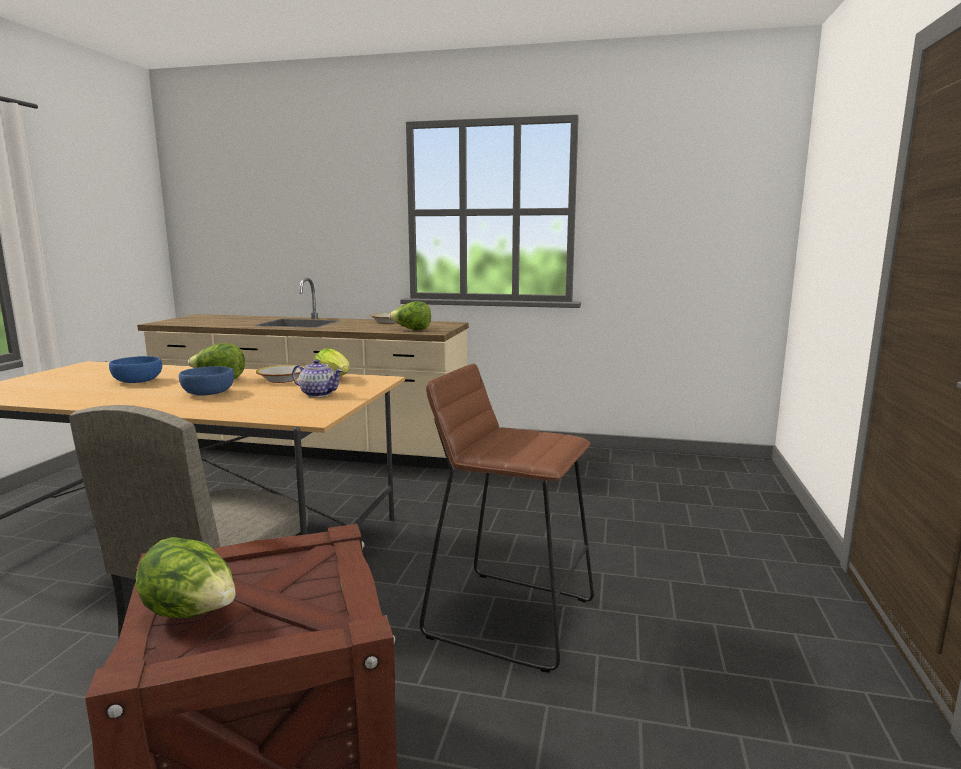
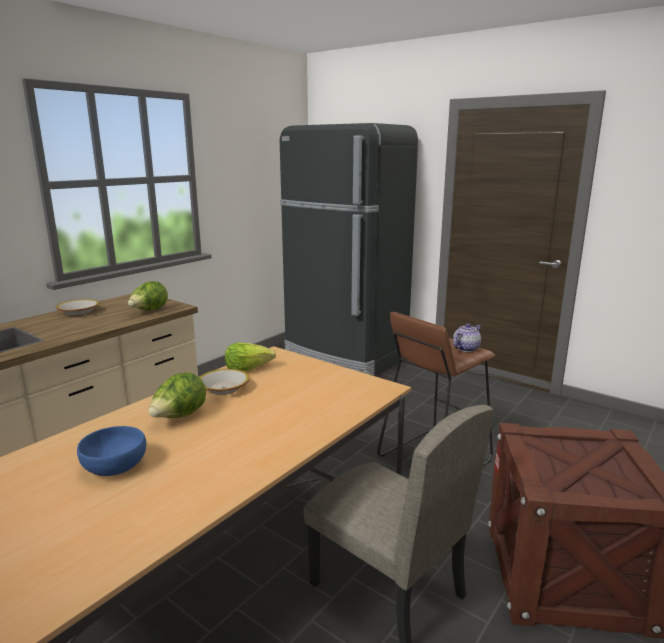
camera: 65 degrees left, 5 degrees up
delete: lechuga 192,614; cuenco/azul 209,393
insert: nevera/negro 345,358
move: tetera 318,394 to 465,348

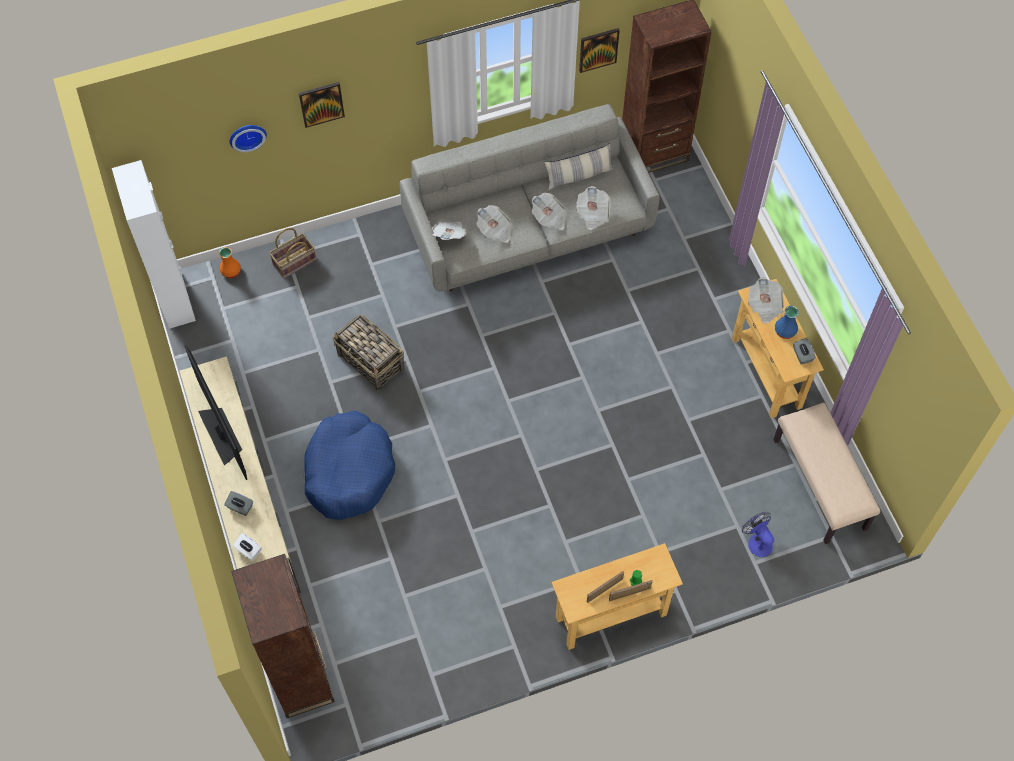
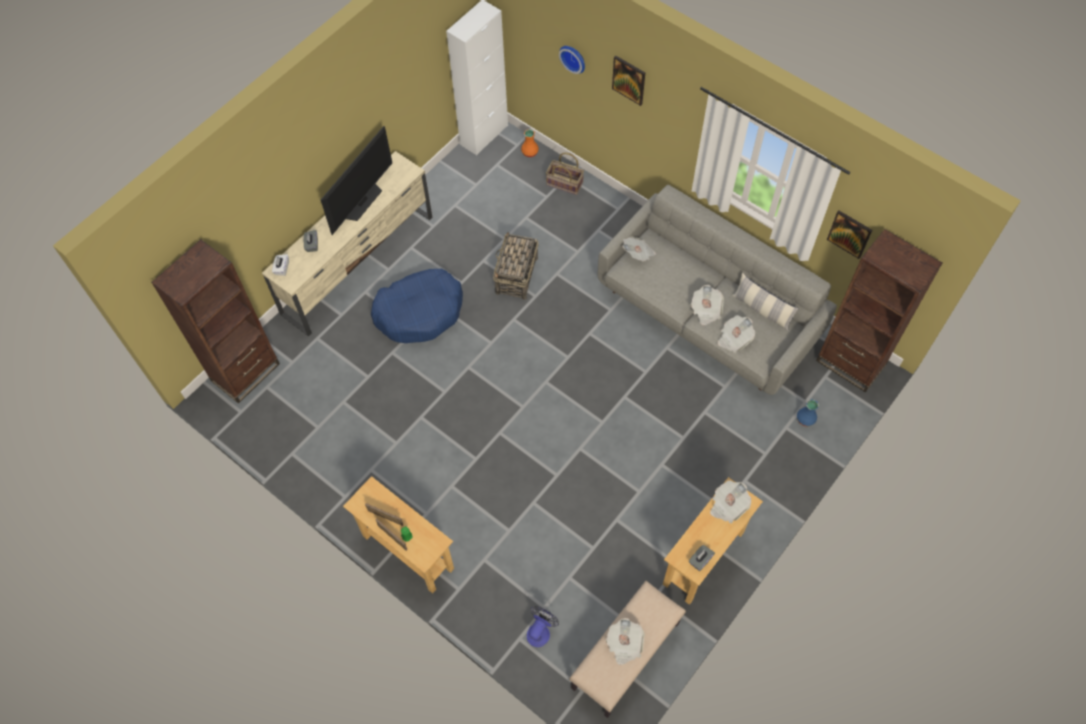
camera: 60 degrees right, 0 degrees up
move: periódico 495,230 to 624,645; florero/azul 785,331 to 805,419

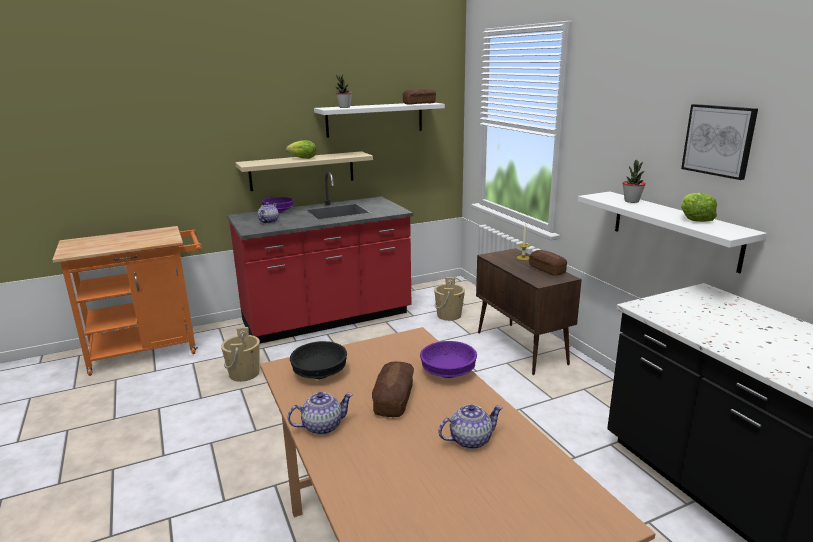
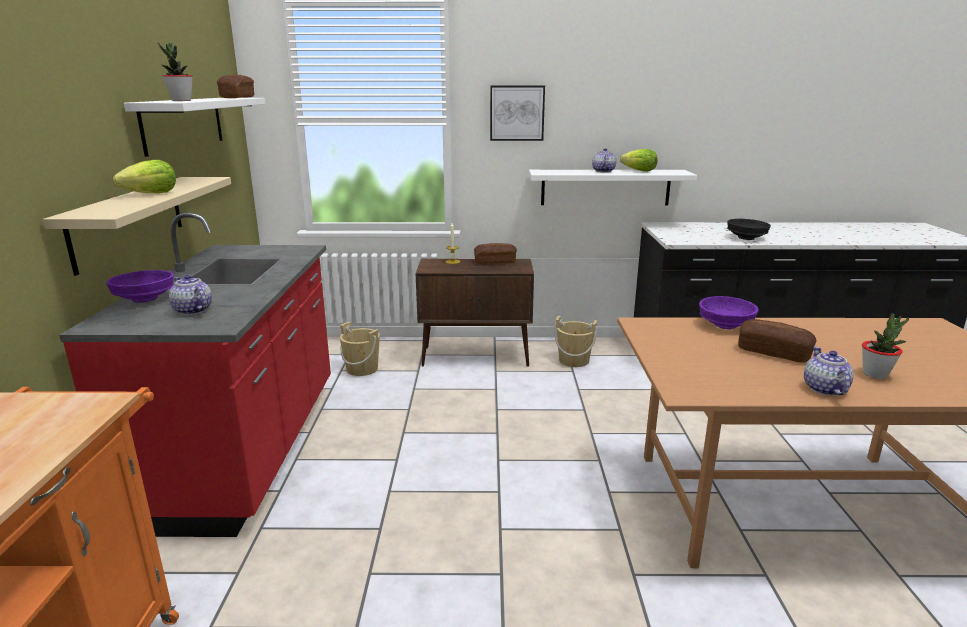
camera: 65 degrees left, 0 degrees up
move: cuadro 719,140 to 517,113; cubo/beis 244,374 to 574,360; tetera 469,440 to 603,171; cuenco/negro 319,373 to 746,238; planta en maceta 631,201 to 875,374

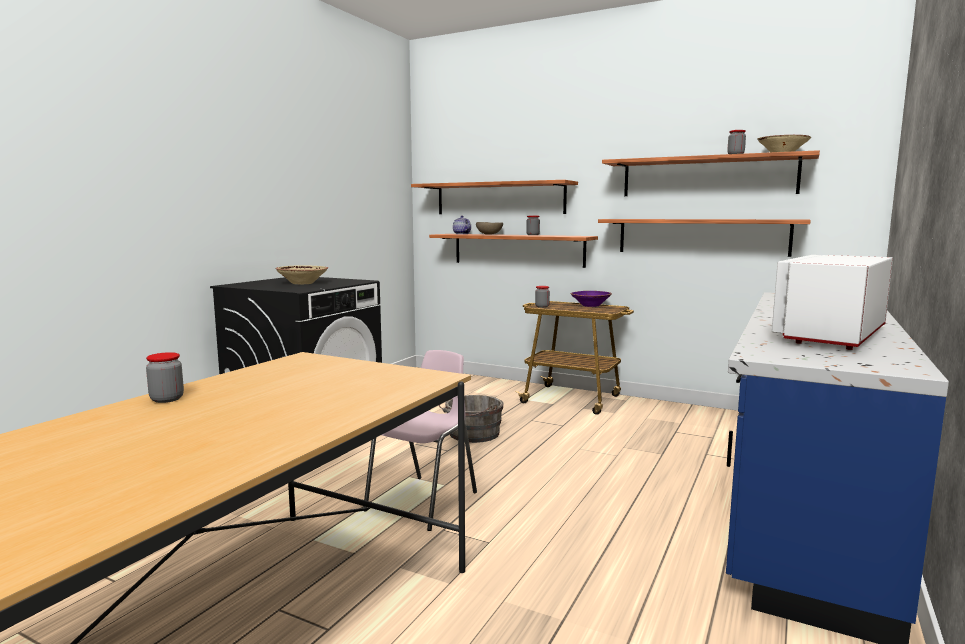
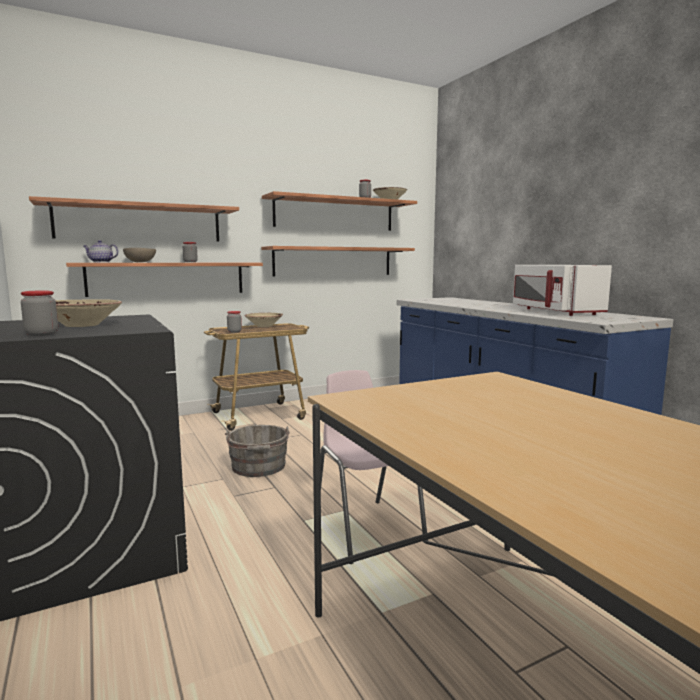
camera: 55 degrees left, 0 degrees up
move: tarro 167,399 to 41,334
recolor: cuenco/morado 590,305 to cuenco/beis 264,326

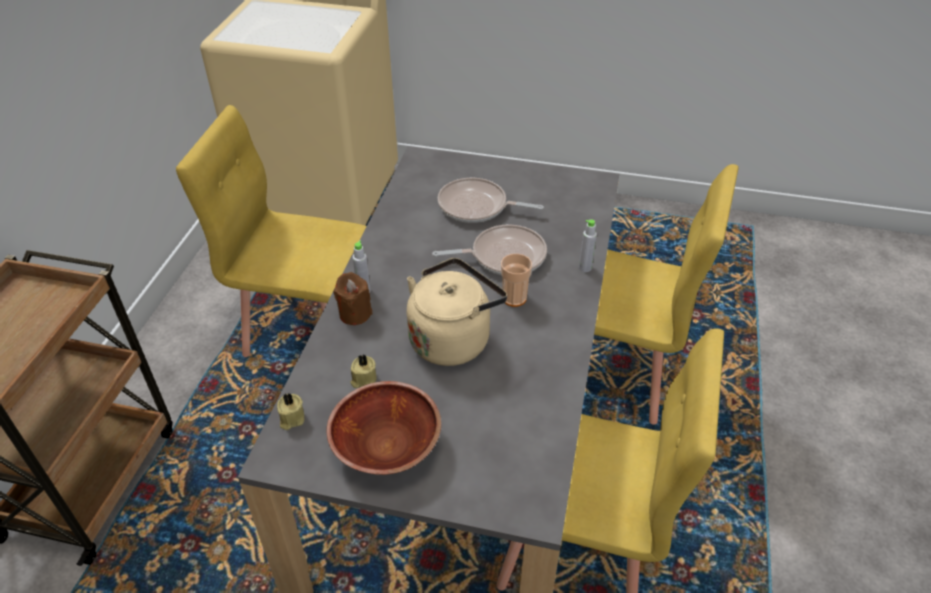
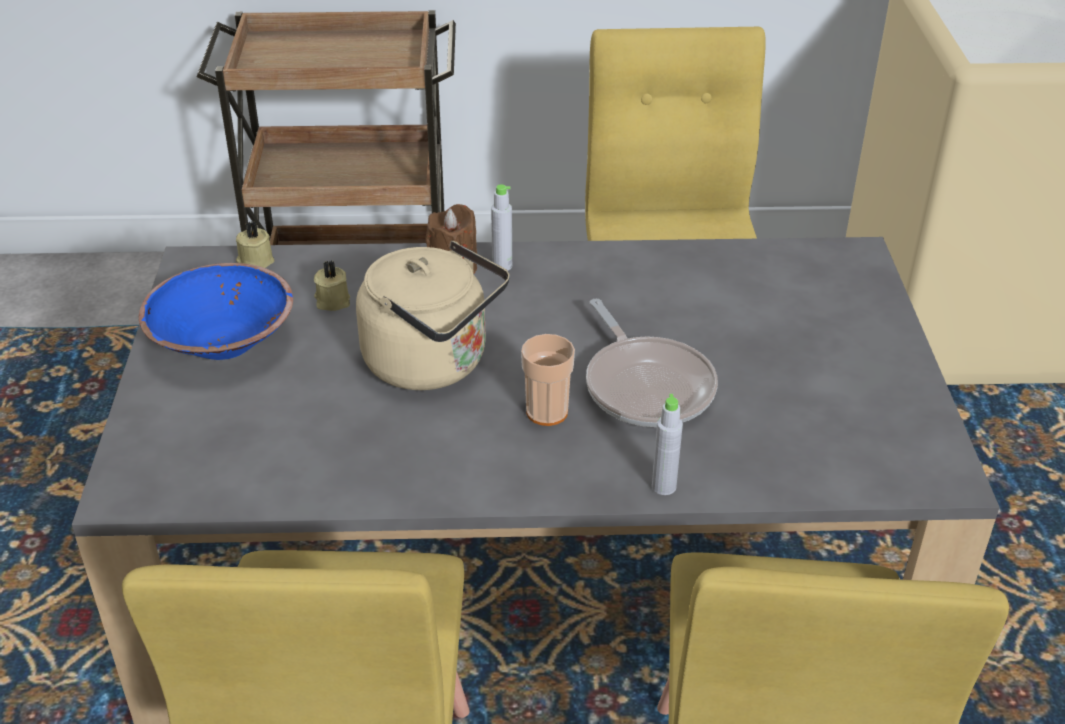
camera: 75 degrees right, 5 degrees down
delete: sartén 476,207
recolor: cuenco/marrón 387,445 to cuenco/azul 223,342

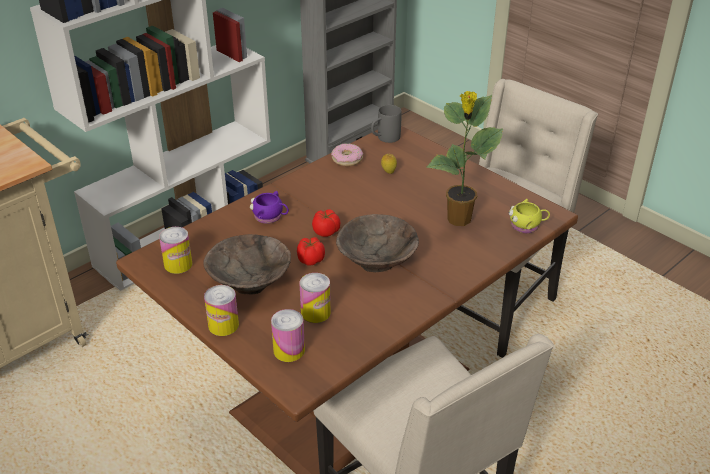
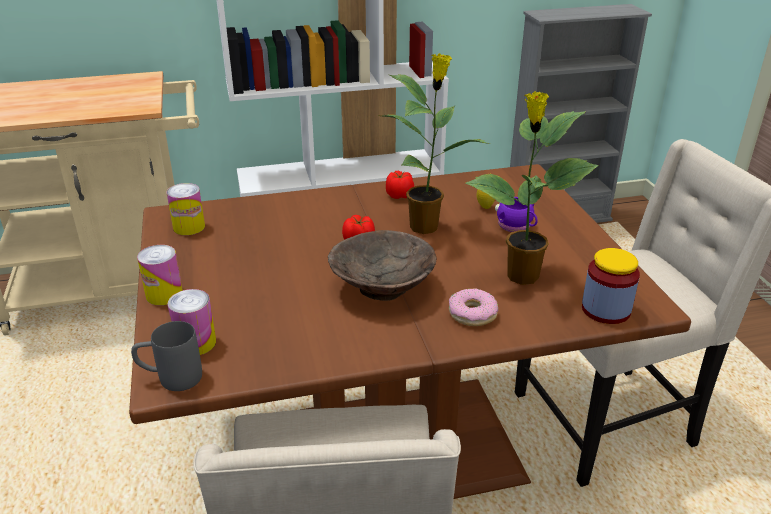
camera: 30 degrees right, 5 degrees down
delete: cuenco/marrón 251,282; lata 315,312
insert: planta en maceta 426,226
move: taza grande/gris 384,138 to 170,378; tomate 310,259 to 399,195; rosquilla 347,159 to 472,314; taza grande/morado 270,217 to 516,226
replace: taza grande/amarillo 527,226 to tarro 605,310

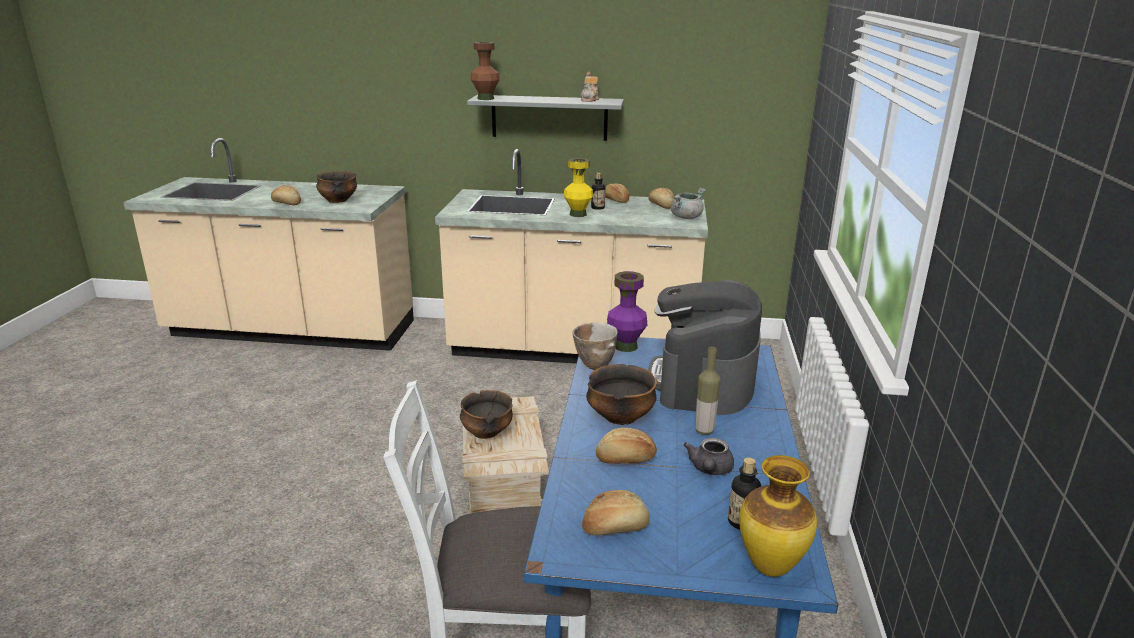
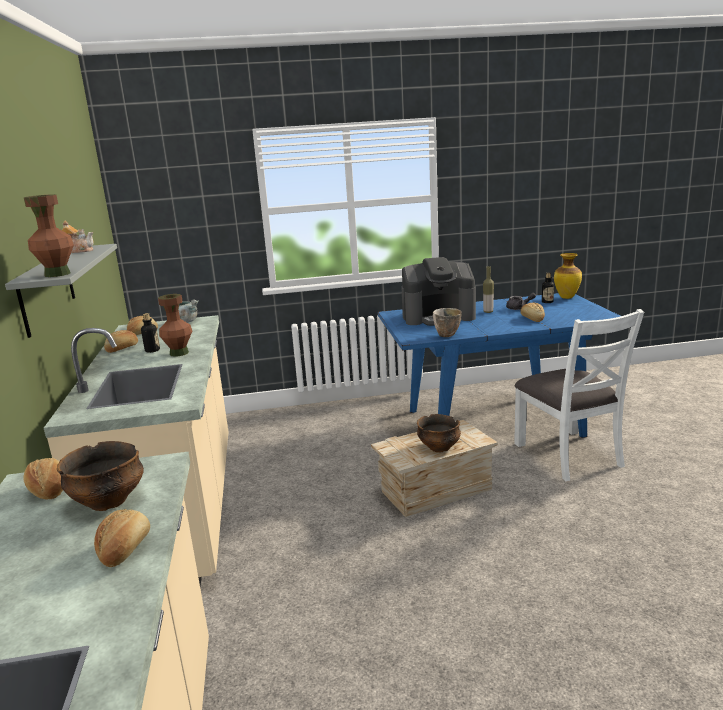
camera: 105 degrees left, 5 degrees down
delete: cuenco 620,417; florero/morado 625,346
move: pan 615,527 to 48,490
recolor: florero/amarillo 578,214 to florero/marrón 179,353

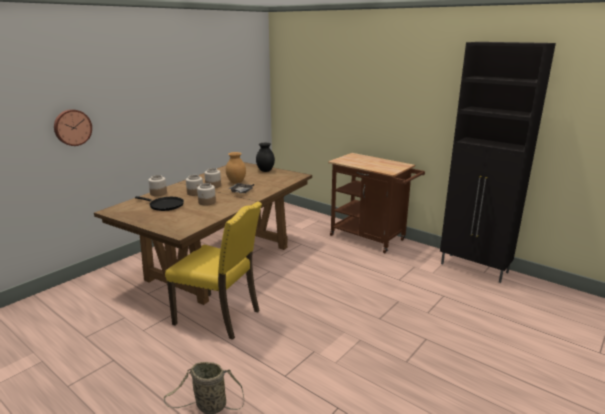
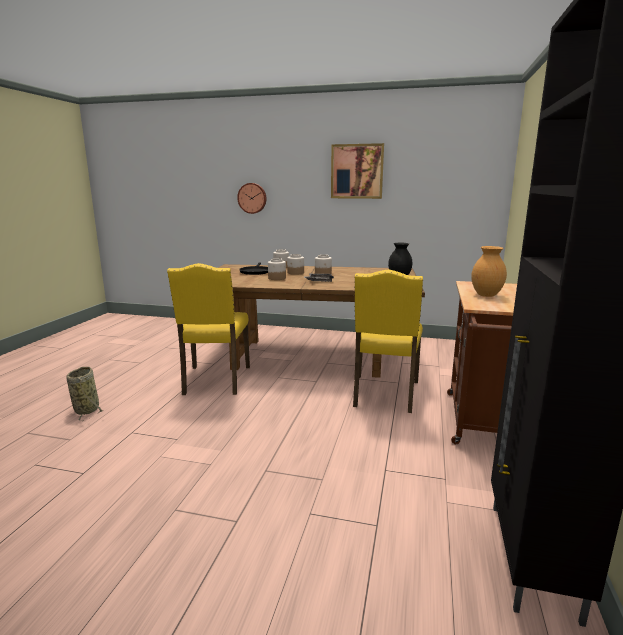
camera: 65 degrees right, 5 degrees down
insert: cuadro 357,171; silla/amarillo 384,394
move: florero/marrón 236,182 to 486,295

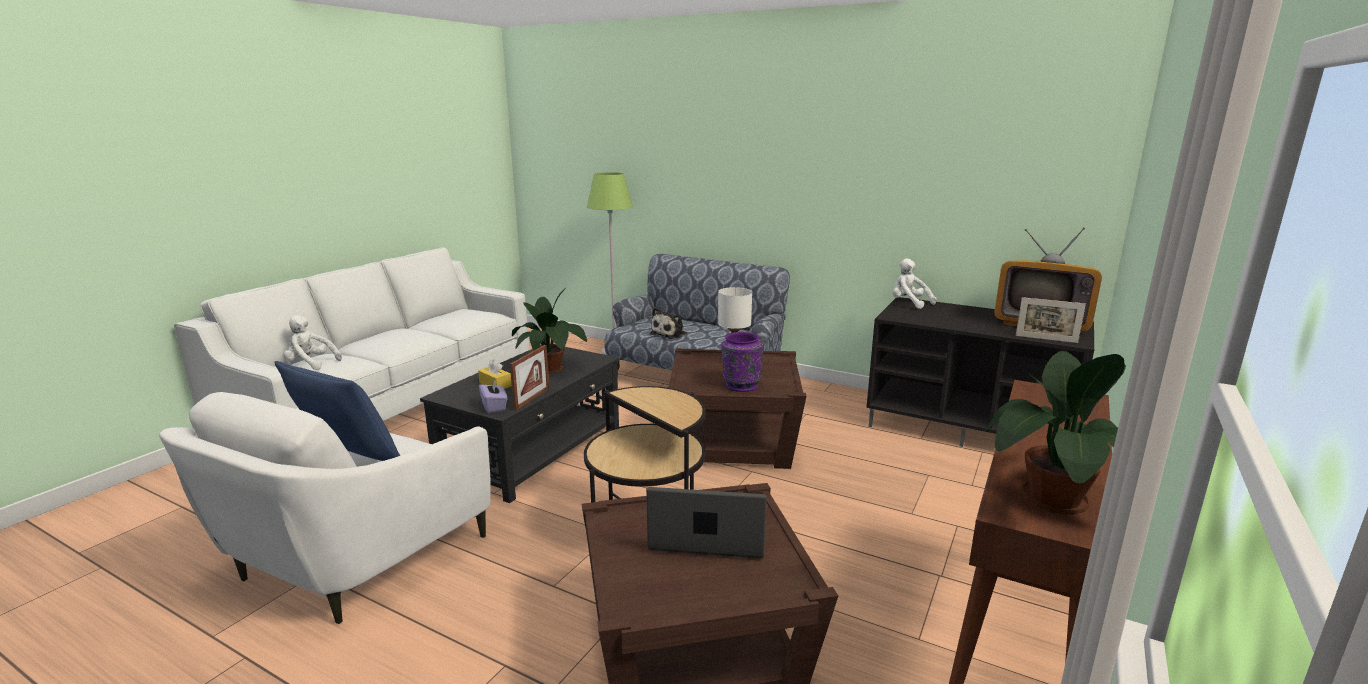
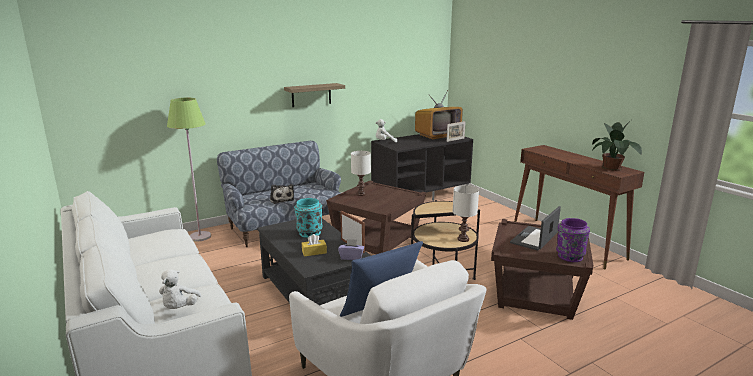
camera: 60 degrees left, 0 degrees up
insert: estante 311,95; lámpara de mesa/blanco 463,239
move: florero/morado 741,385 to 569,257
replace: planta en maceta 552,368 to florero/turquesa 309,233
rotate: peluche/blanco 311,364 = 179,308 45 degrees counterclockwise

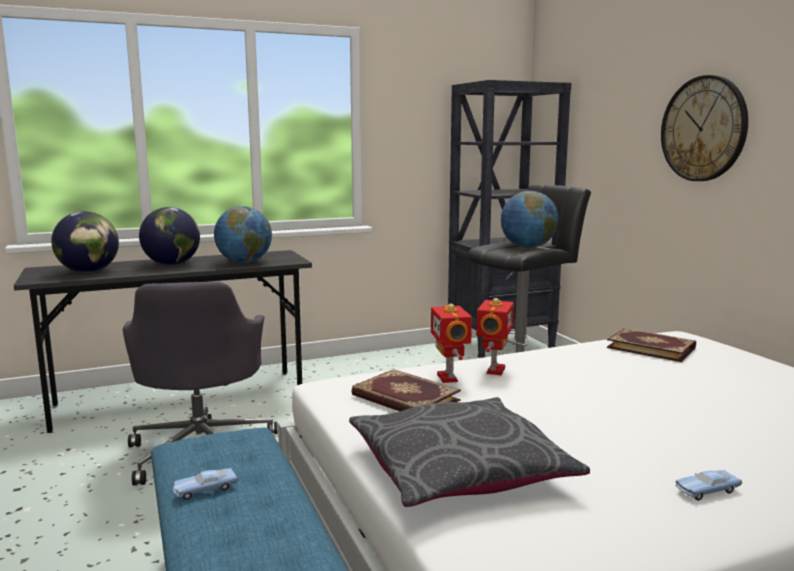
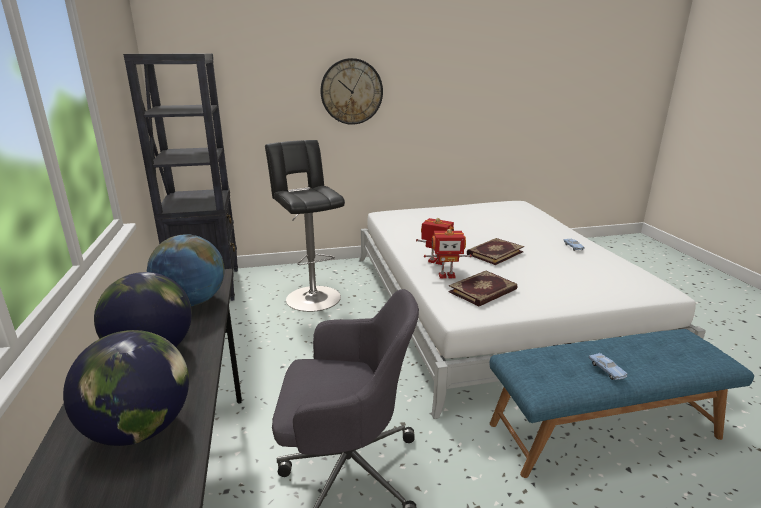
camera: 80 degrees left, 10 degrees up
delete: cojín/gris 458,469; globo terráqueo 528,247
move: libro 651,347 to 494,253

